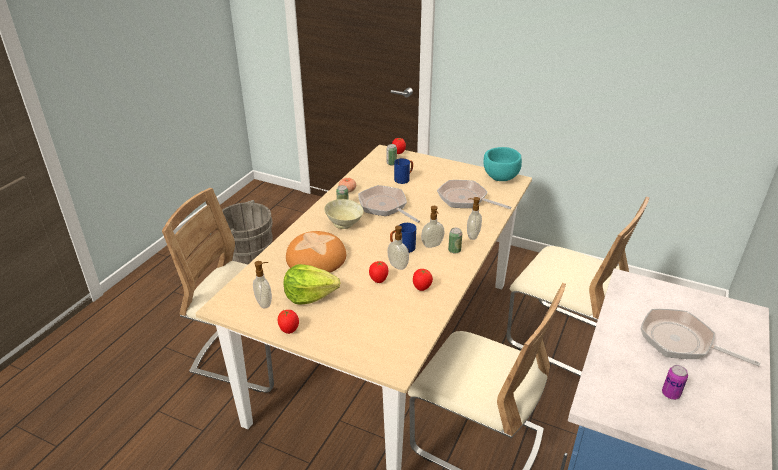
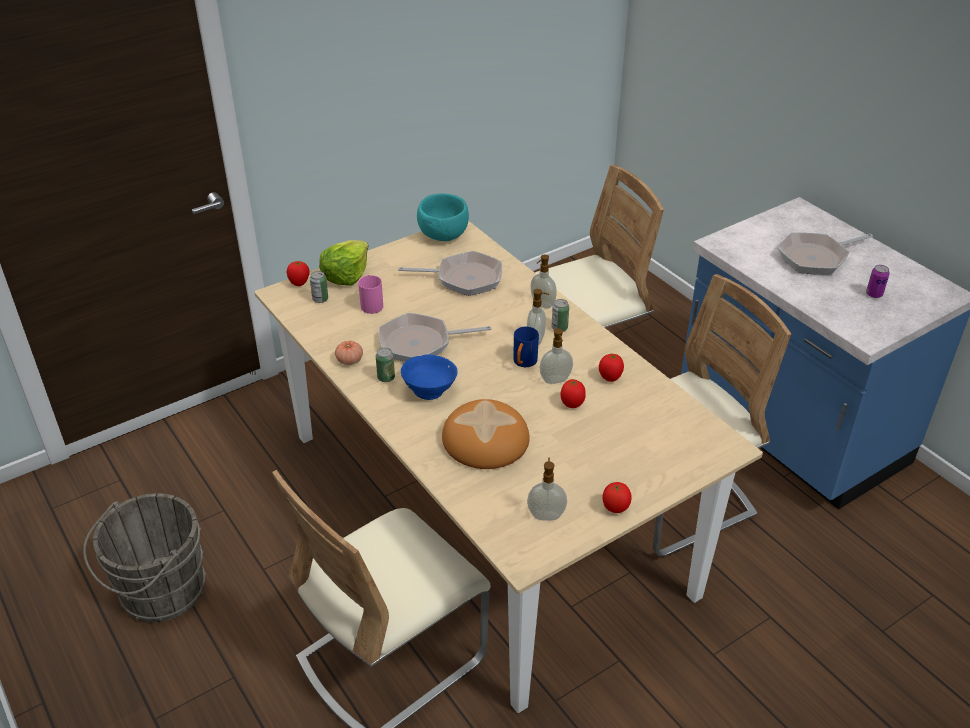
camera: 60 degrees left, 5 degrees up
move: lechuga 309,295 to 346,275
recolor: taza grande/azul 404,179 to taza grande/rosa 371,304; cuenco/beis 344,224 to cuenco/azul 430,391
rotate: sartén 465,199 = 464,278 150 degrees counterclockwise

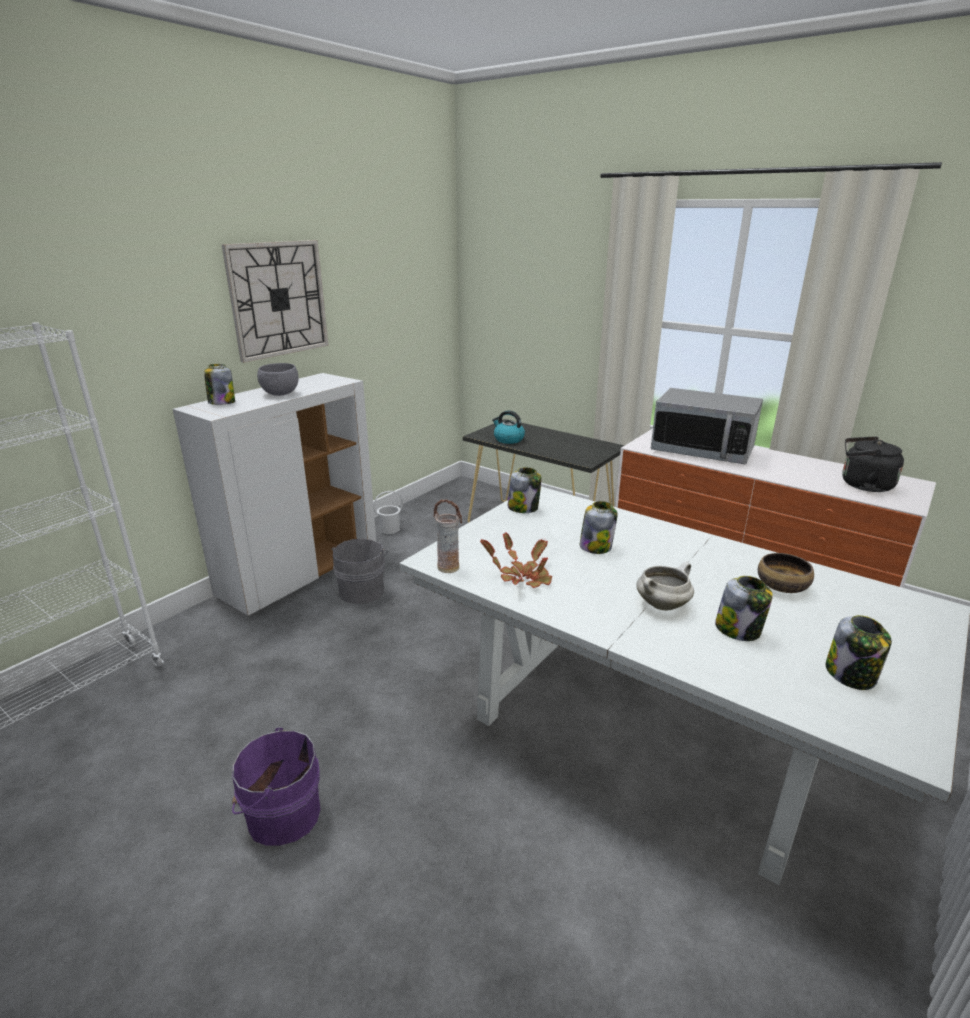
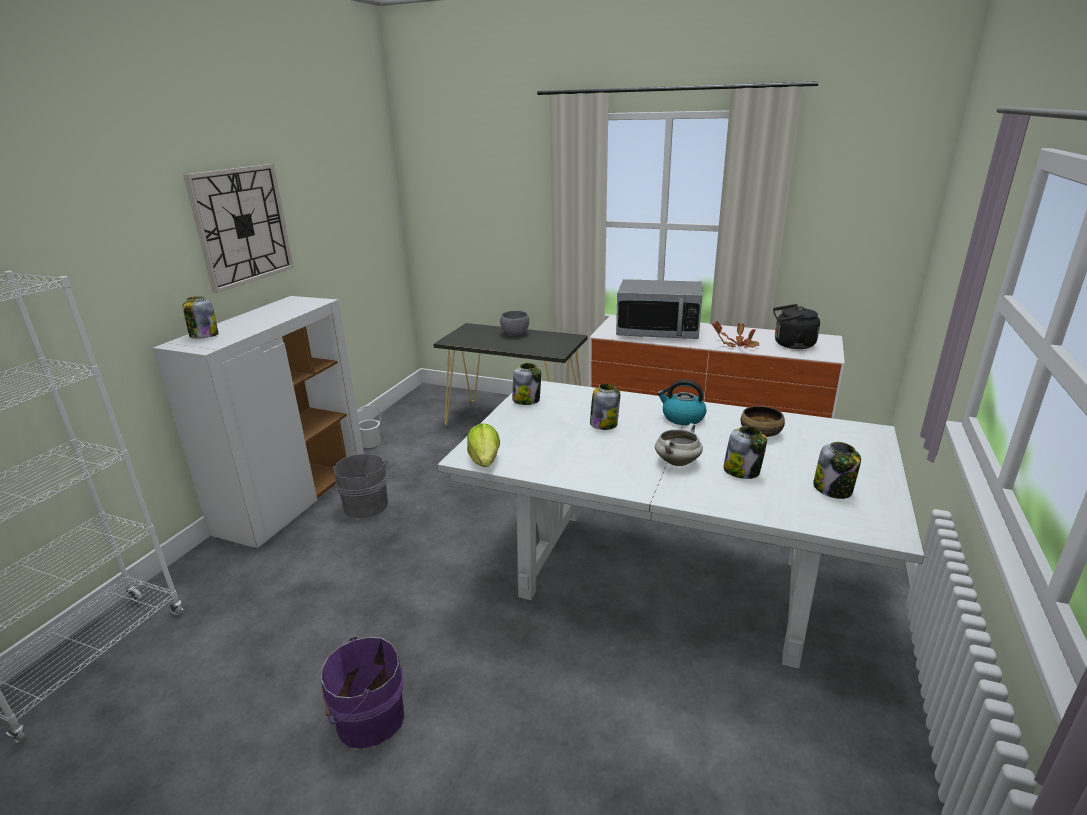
camera: 15 degrees left, 0 degrees up
move: cuenco/gris 280,394 to 514,334; hervidor 508,439 to 682,418; planta en maceta 522,576 to 737,345
replace: florero 448,567 to lechuga 485,461

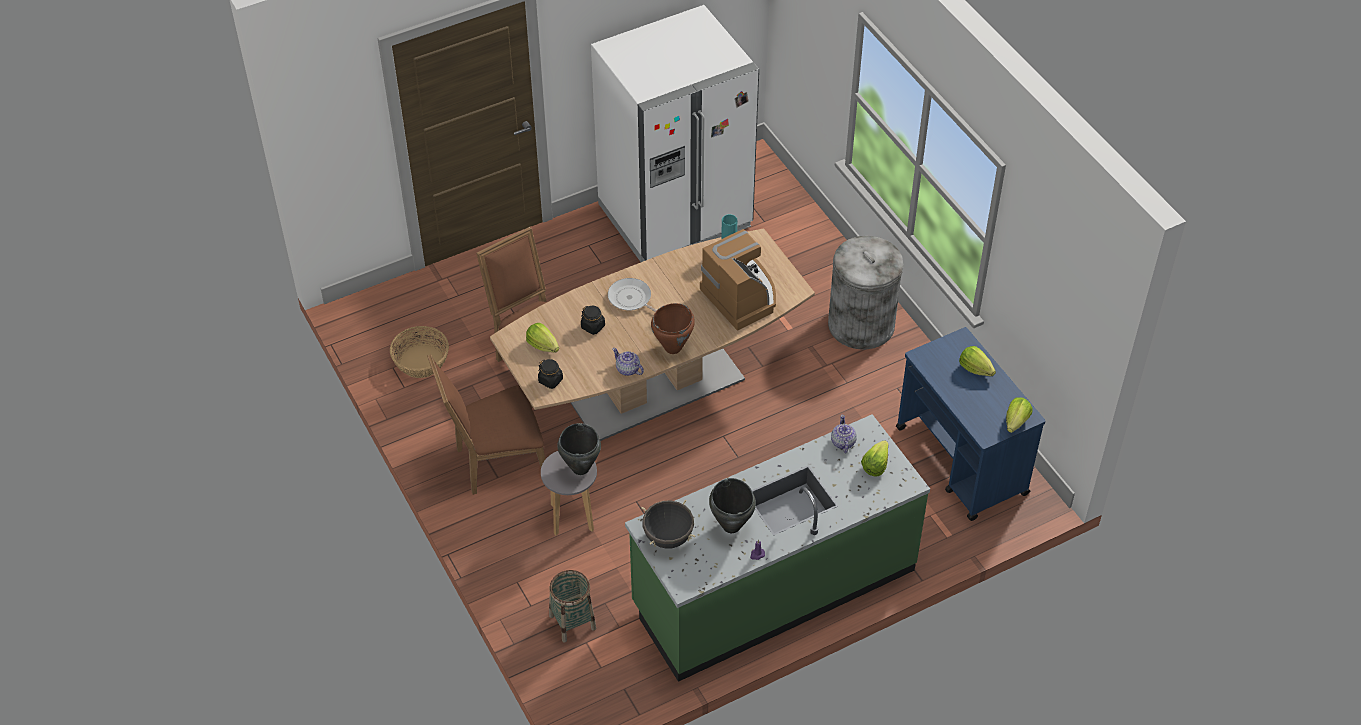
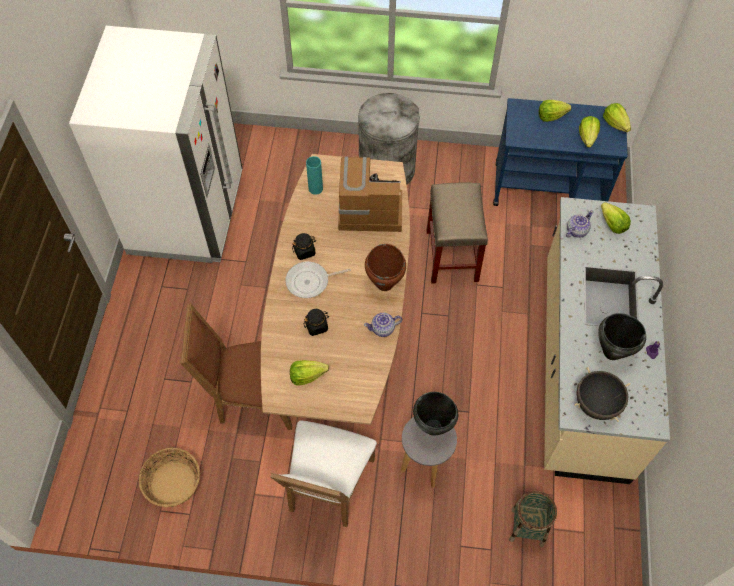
camera: 55 degrees left, 10 degrees up
insert: taburete/beis 452,256; lechuga 587,137
move: tarro/negro 551,380 to 304,251
recolor: silla/marrón 495,462 to silla/blanco 327,488; mueble bajo de cocina/verde 773,587 to mueble bajo de cocina/beis 582,367
rotate: tetera 843,442 = 576,230 105 degrees clockwise

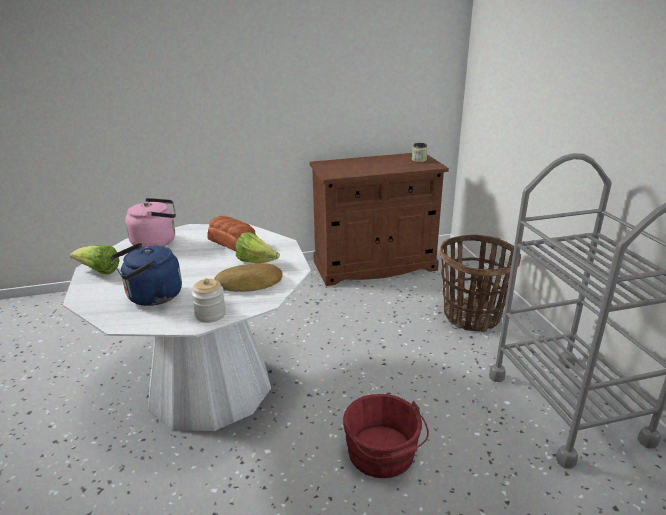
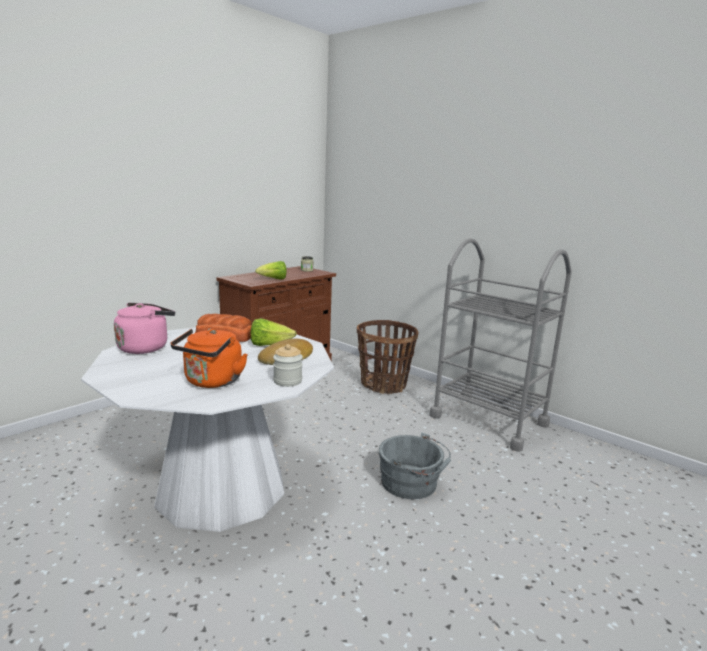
camera: 35 degrees left, 10 degrees down
move: lechuga 99,271 to 273,279
recolor: hervidor/azul 151,297 to hervidor/naranja 212,382; cubo/rojo 383,455 to cubo/gris 412,483

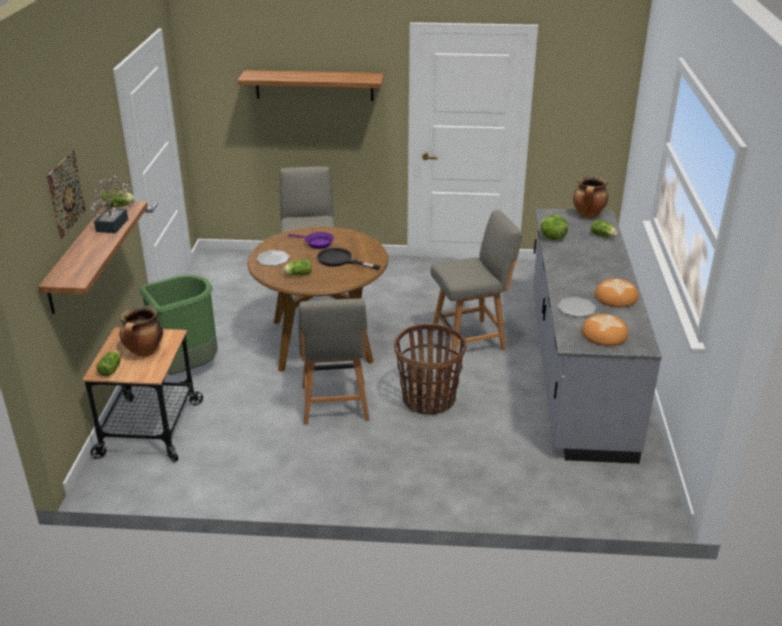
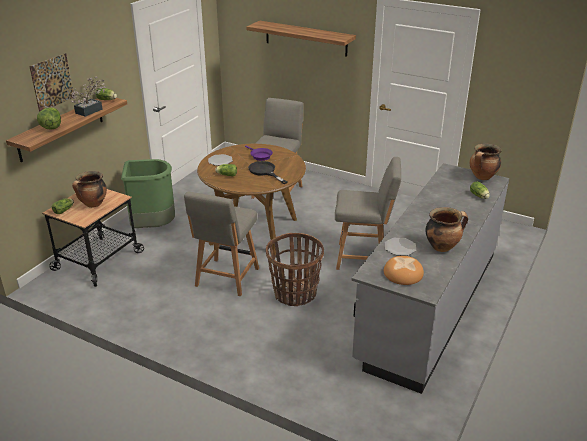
camera: 25 degrees right, 0 degrees up
move: lechuga 552,238 to 51,128
replace: pan 616,297 to olla 442,247

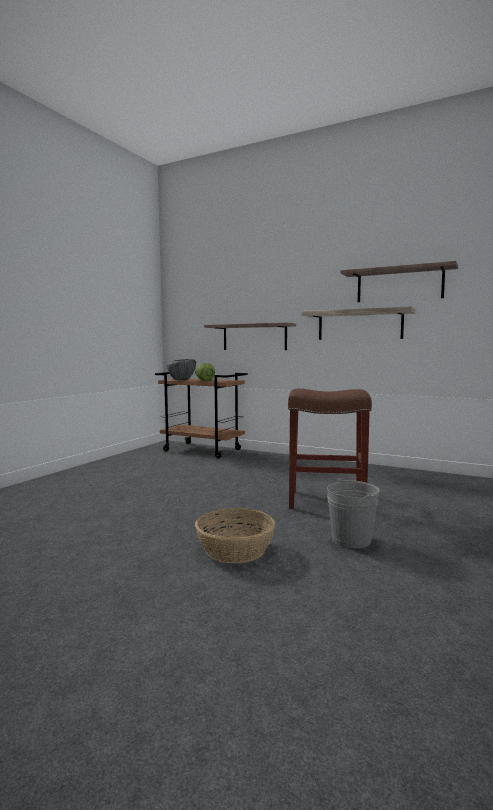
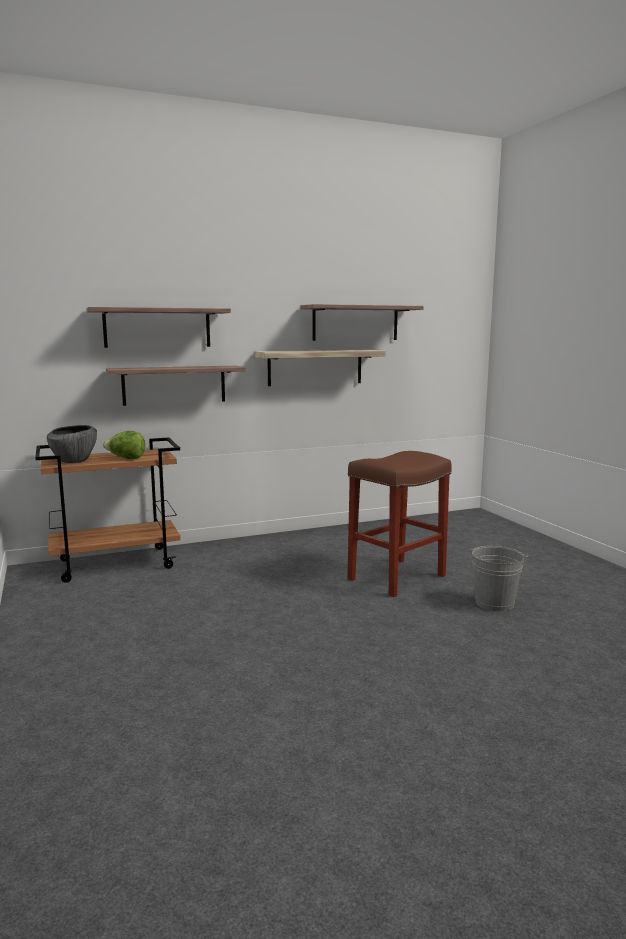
camera: 50 degrees left, 5 degrees up
delete: cesta 236,549
insert: estante 157,328

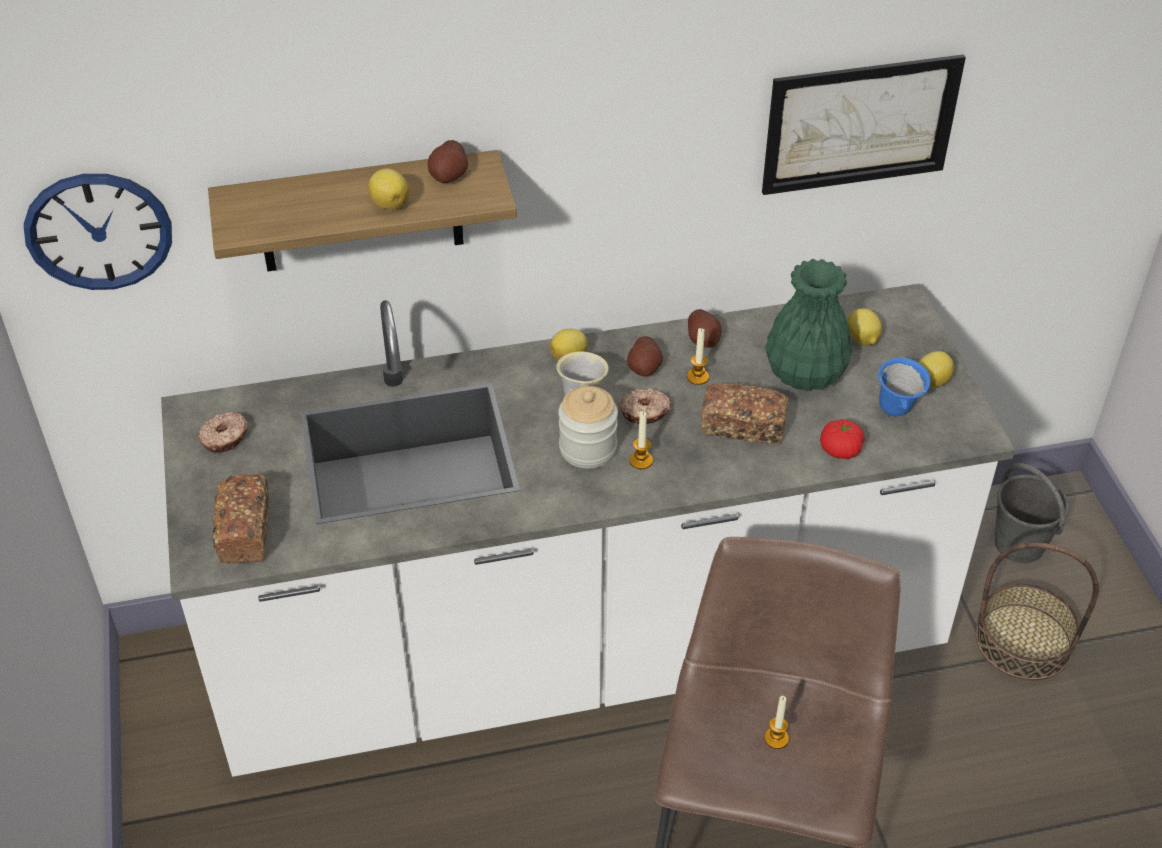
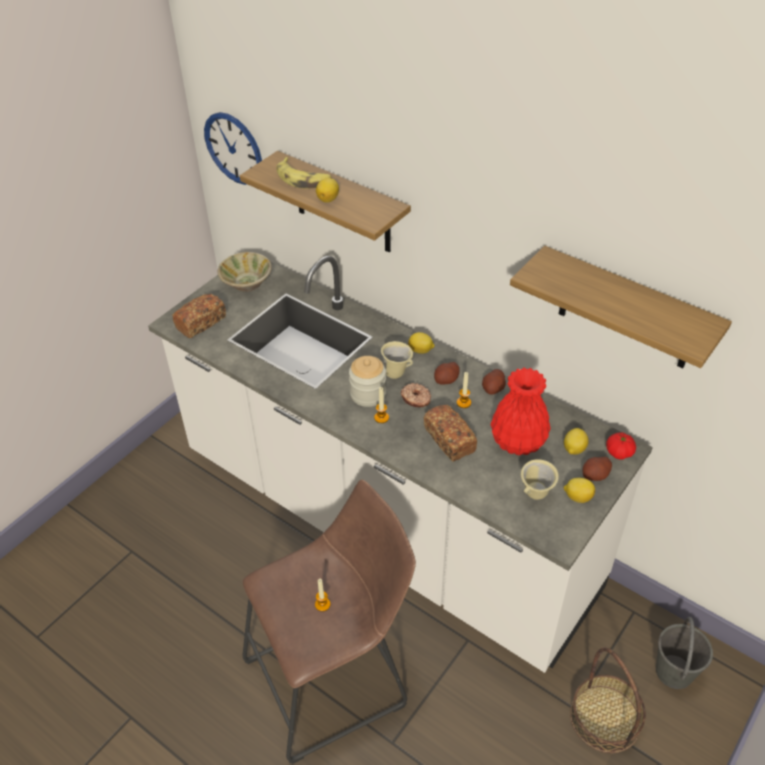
camera: 50 degrees right, 0 degrees up
insert: plátano 303,179
move: patata 449,175 to 595,475; tomate 840,450 to 619,452
replace: rosquilla 225,438 to cuenco/beis 246,283; cuadro 860,124 to estante 626,310
recolor: florero/verde 805,374 to florero/rojo 517,442; taza grande/azul 897,412 to taza grande/beis 535,496

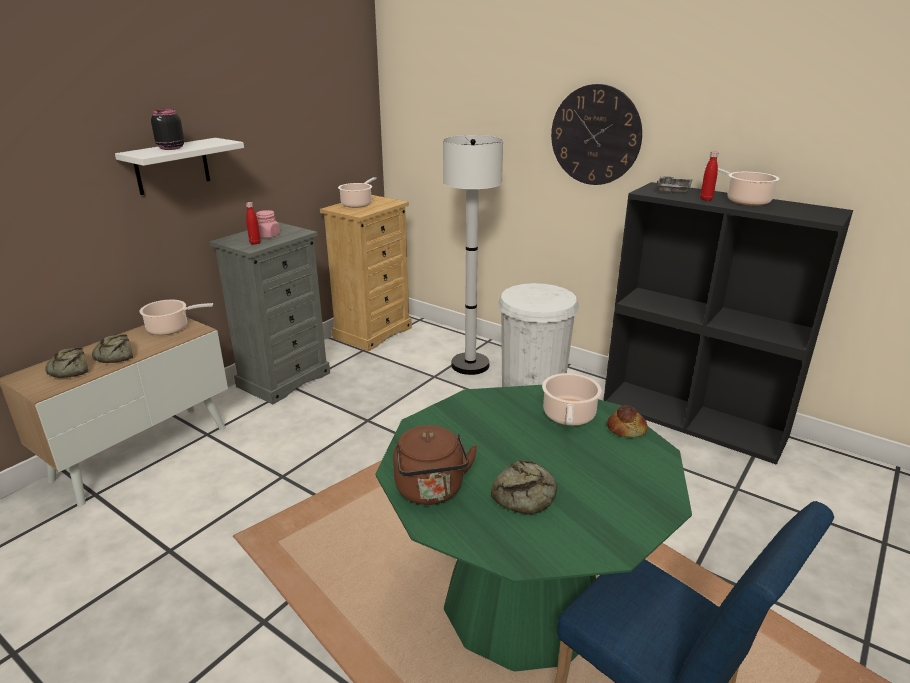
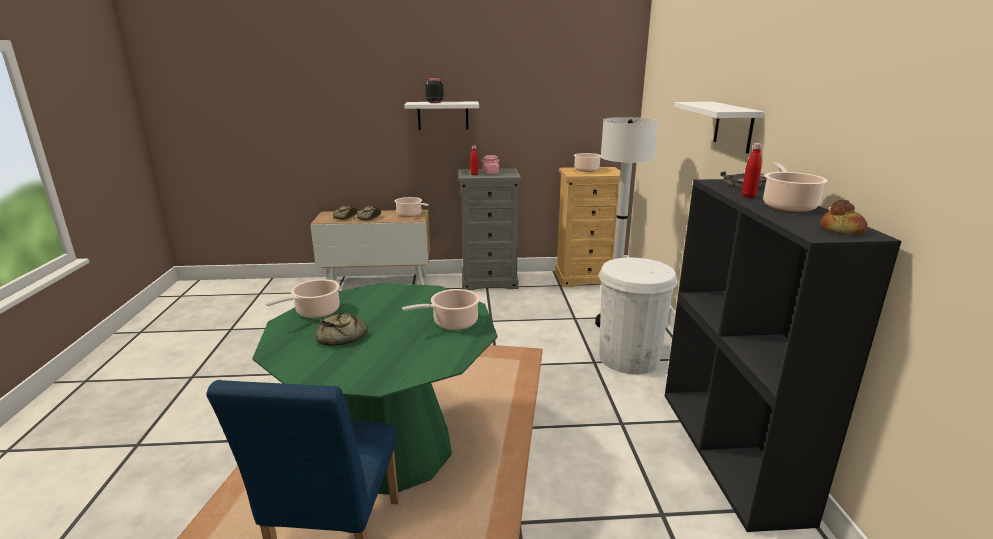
camera: 50 degrees right, 5 degrees down
move: pan 626,429 to 842,230
replace: hervidor/marrón 431,491 to olla 315,312; reloj de pared 595,135 to estante/blanco 733,126

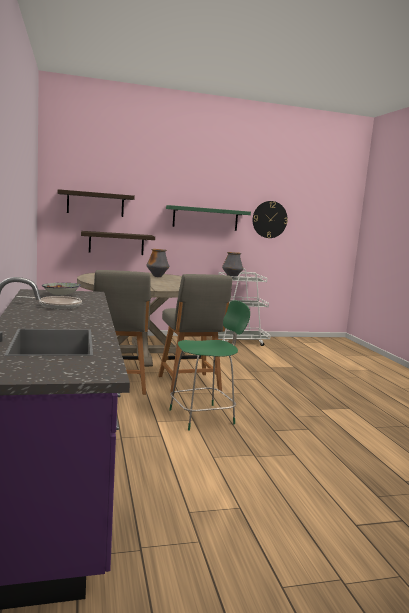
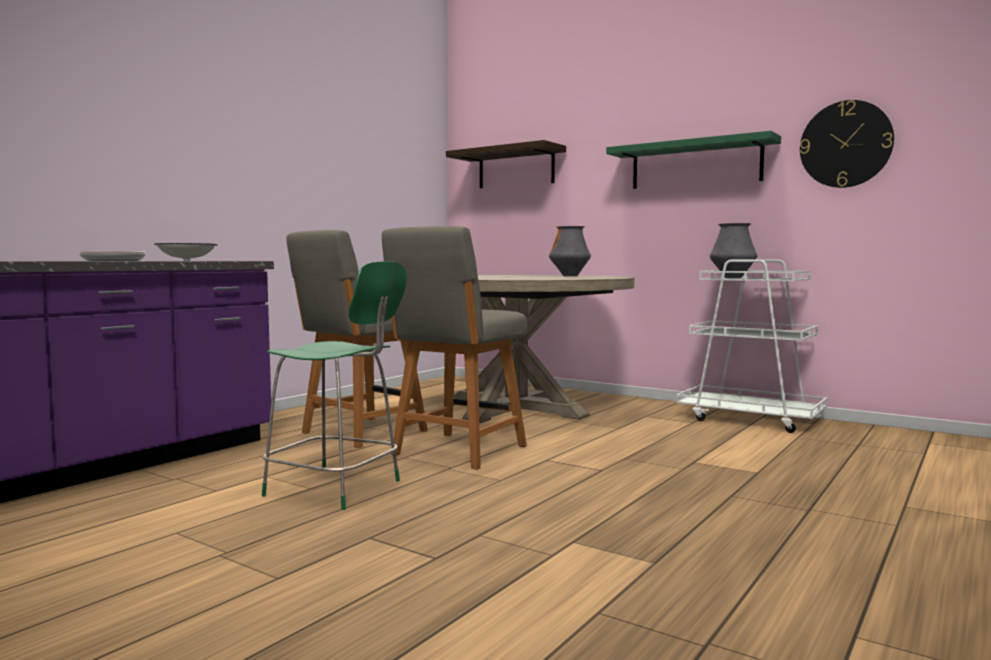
camera: 50 degrees right, 5 degrees down
delete: estante 116,243

